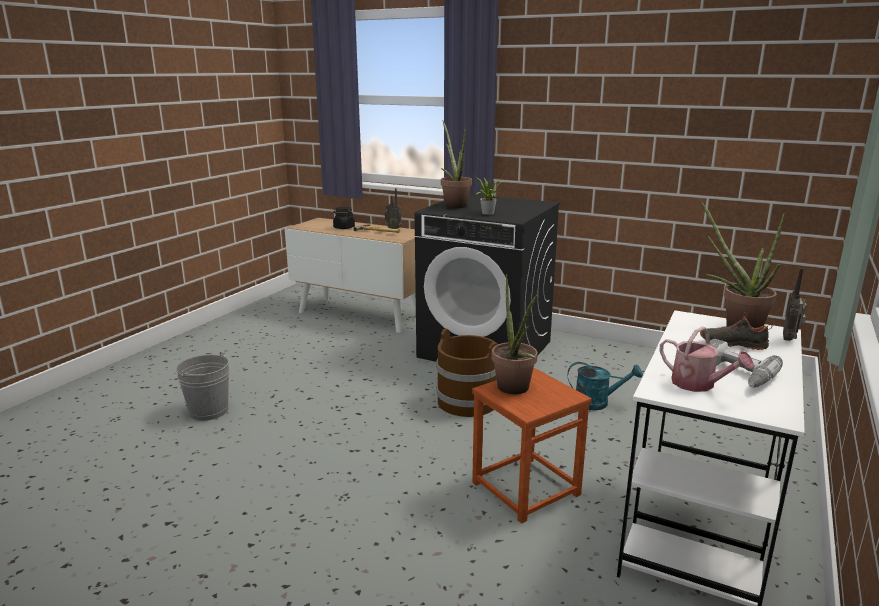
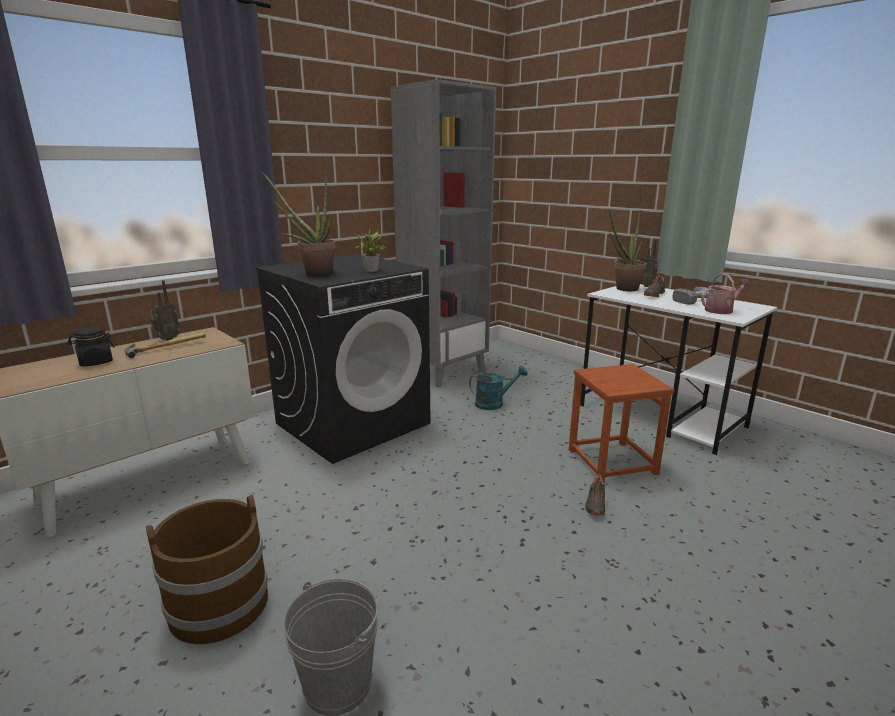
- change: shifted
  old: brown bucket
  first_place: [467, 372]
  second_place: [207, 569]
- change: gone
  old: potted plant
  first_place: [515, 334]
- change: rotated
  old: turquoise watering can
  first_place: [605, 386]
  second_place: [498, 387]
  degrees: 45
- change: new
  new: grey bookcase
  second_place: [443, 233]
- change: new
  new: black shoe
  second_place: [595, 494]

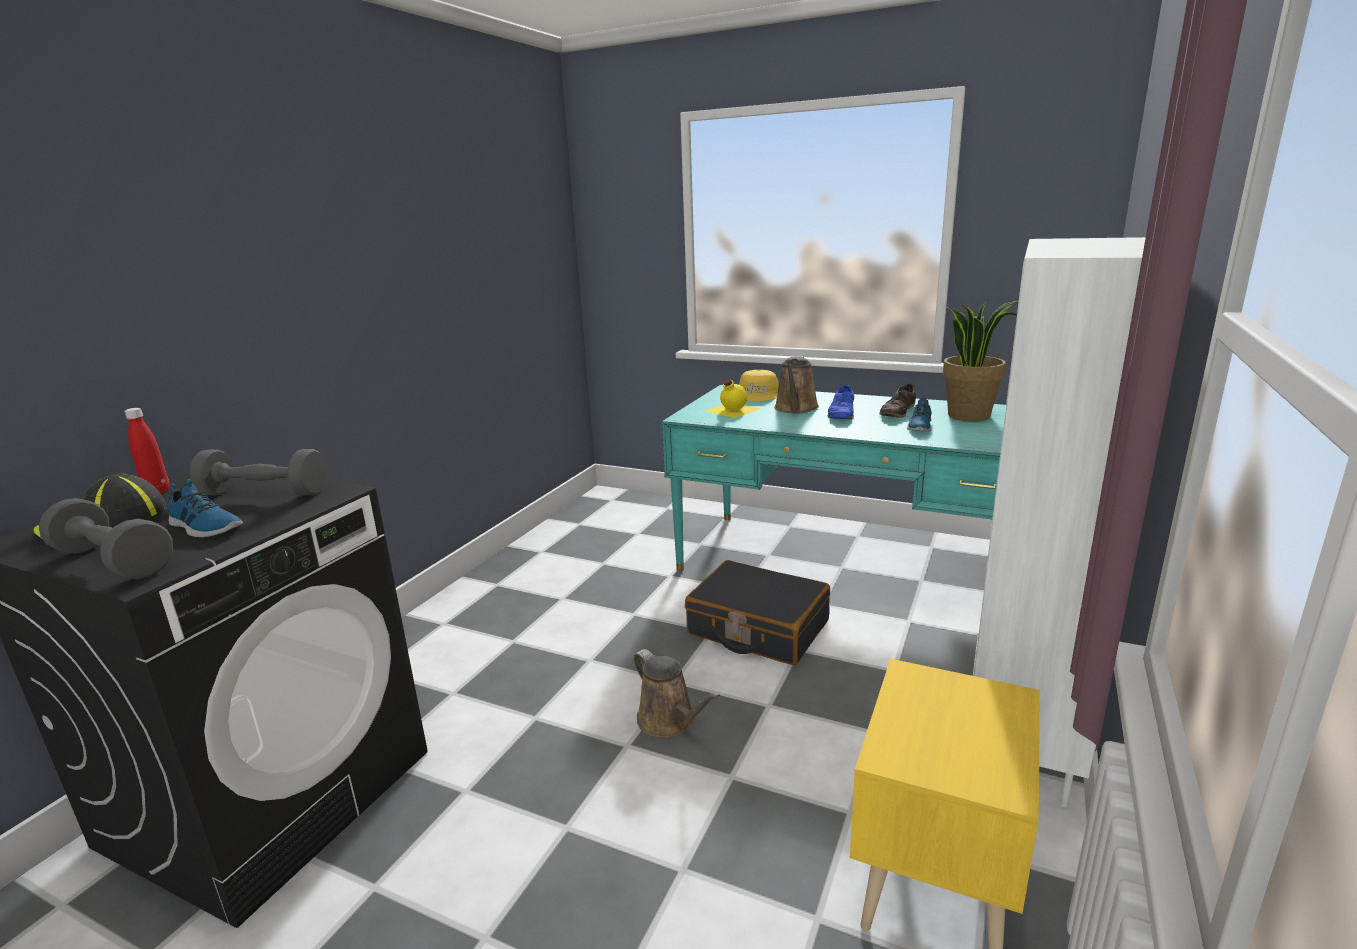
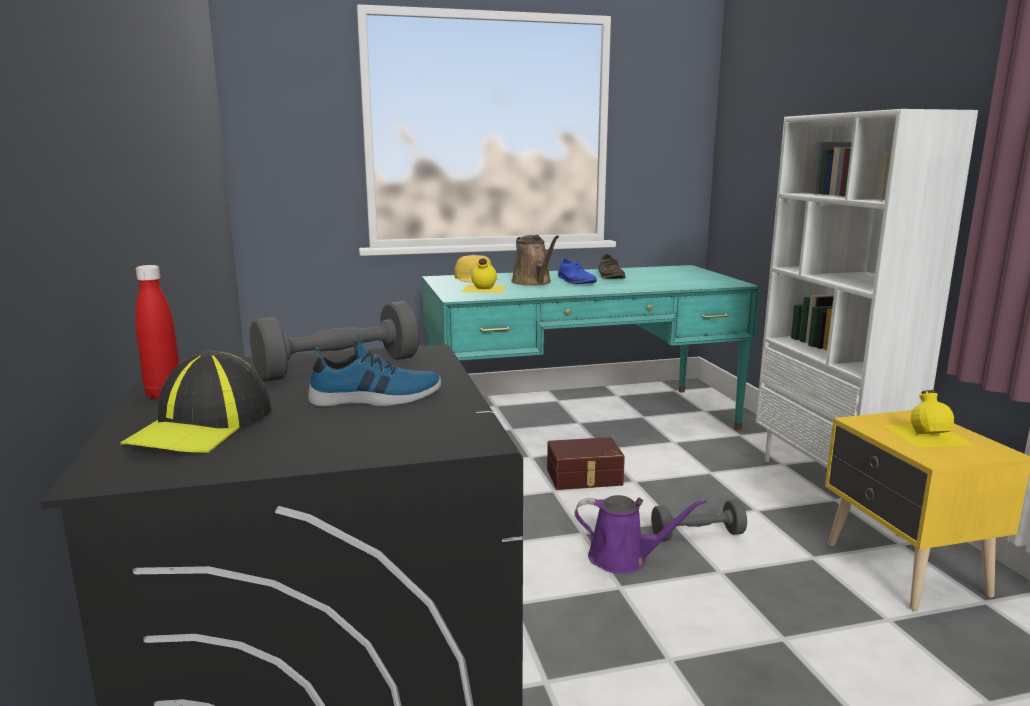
- change: shifted
  old: grey dumbbell
  first_place: [106, 538]
  second_place: [699, 520]
- change: repainted
  old: brown watering can
  new: purple watering can
  first_place: [676, 693]
  second_place: [641, 534]
- change: swapped
  old: black suitcase
  new: brown storage box
  first_place: [757, 612]
  second_place: [586, 463]
- change: gone
  old: shoe
  first_place: [919, 414]
- change: gone
  old: potted plant
  first_place: [981, 360]
- change: new
  new: yellow bottle
  second_place: [928, 418]

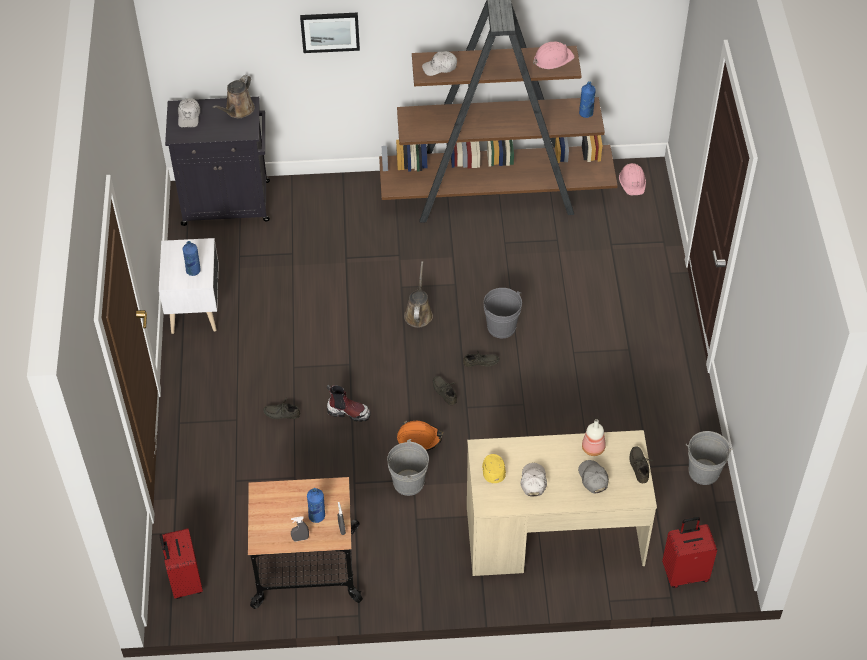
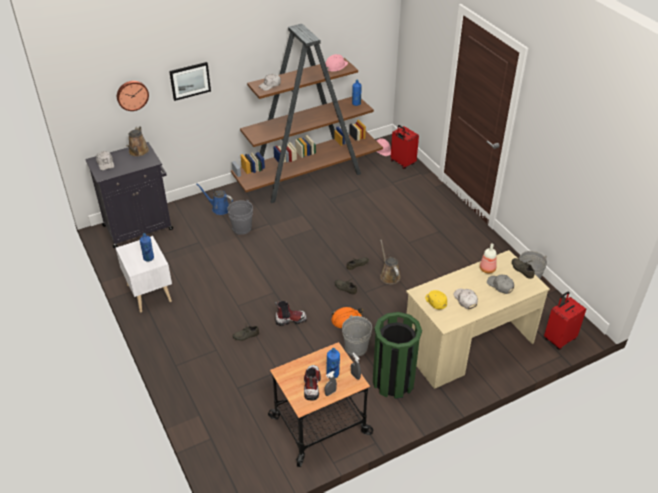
- change: shifted
  old: red suitcase
  first_place: [181, 563]
  second_place: [405, 147]
- change: shifted
  old: brown watering can
  first_place: [418, 294]
  second_place: [390, 262]
- change: shifted
  old: grey bucket
  first_place: [503, 313]
  second_place: [240, 217]
- change: new
  new: wall clock
  second_place: [133, 96]
- change: new
  new: blue watering can
  second_place: [214, 199]
- change: new
  new: boot
  second_place: [312, 382]
- change: new
  new: green trash can
  second_place: [397, 355]

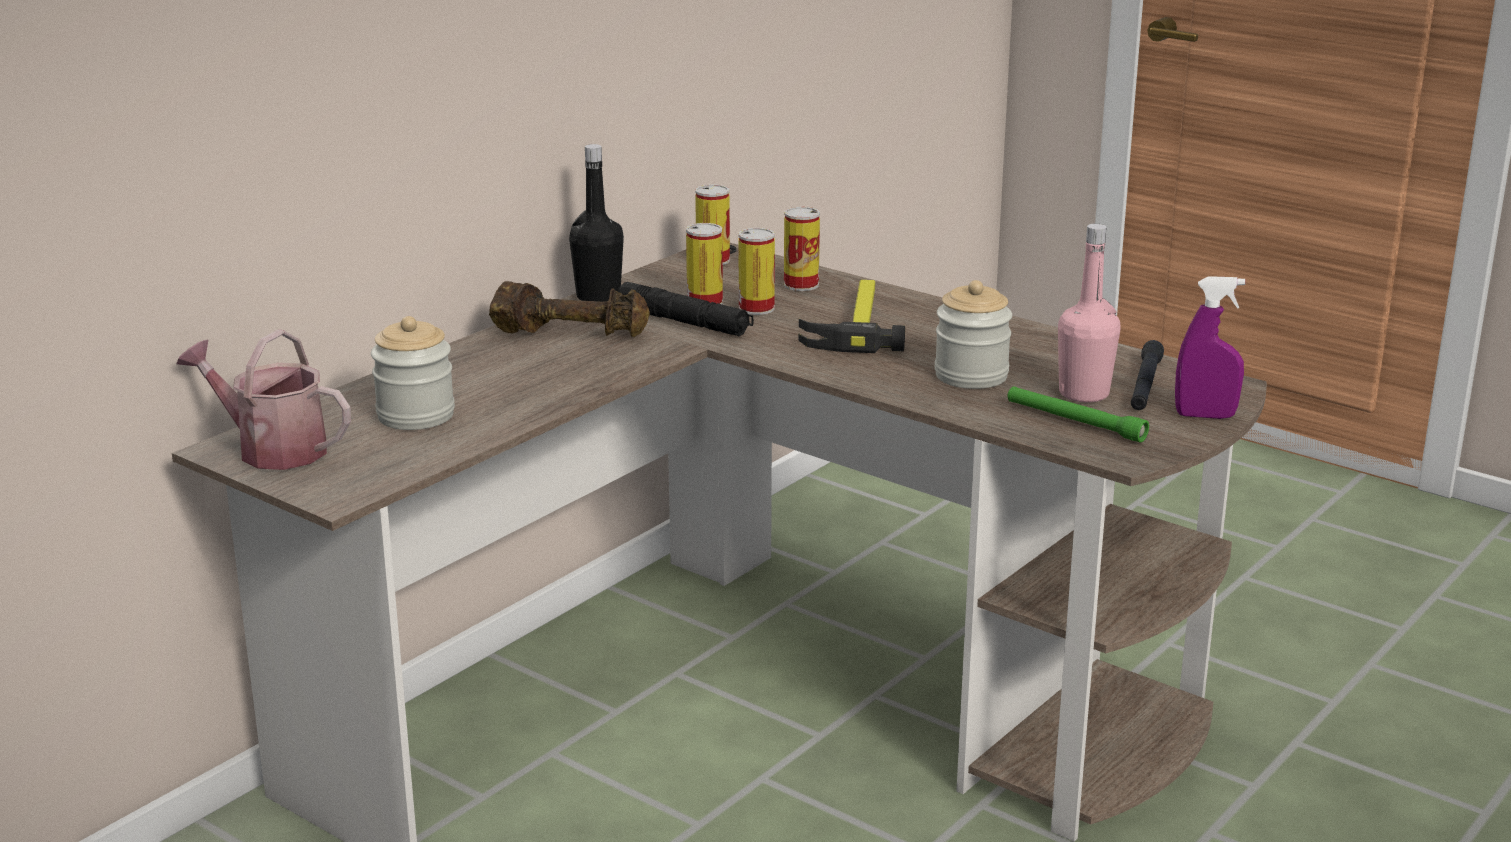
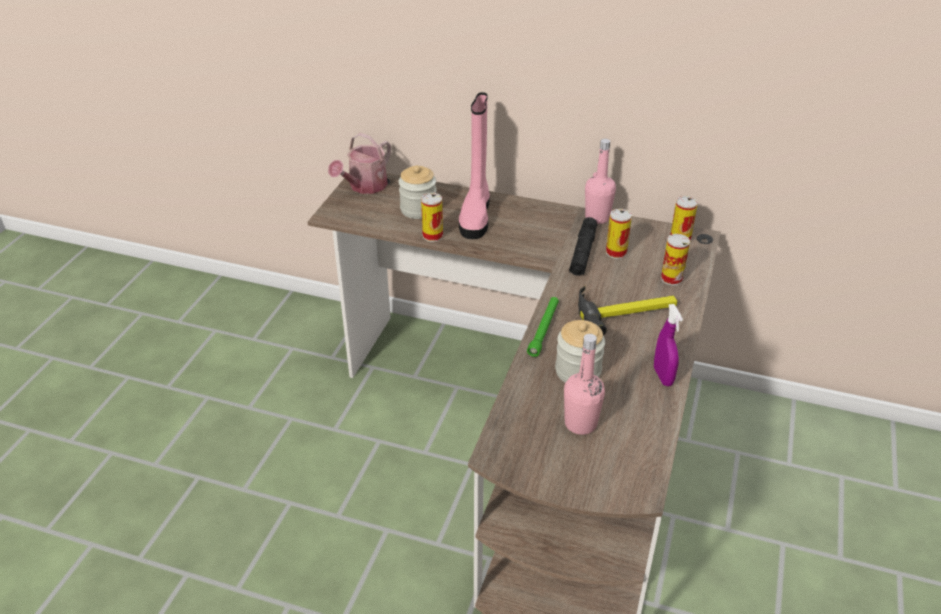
- change: rotated
  old: watering can
  first_place: [263, 399]
  second_place: [359, 163]
  degrees: -150
- change: gone
  old: brown dumbbell
  first_place: [569, 309]
- change: repainted
  old: black bottle
  new: pink bottle
  first_place: [596, 223]
  second_place: [600, 181]
- change: shifted
  old: can
  first_place: [757, 271]
  second_place: [432, 217]
- change: shifted
  old: green flashlight
  first_place: [1078, 414]
  second_place: [543, 327]
- change: gone
  old: black flashlight
  first_place: [1147, 375]
- change: shifted
  old: purple spray bottle
  first_place: [1210, 347]
  second_place: [668, 345]
- change: new
  new: pink boot
  second_place: [474, 165]

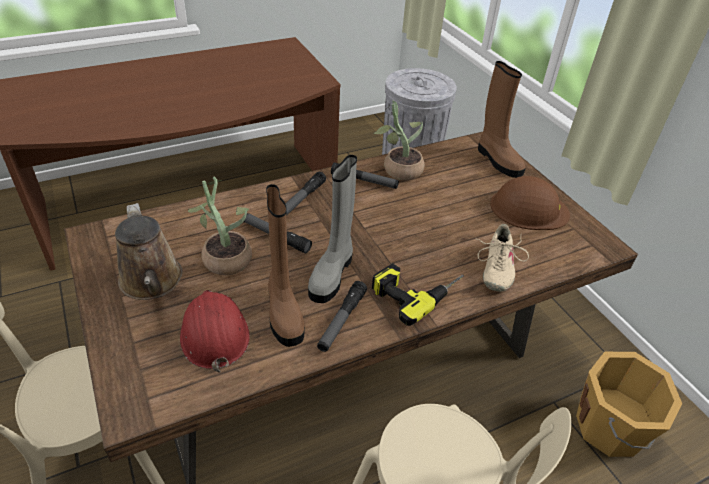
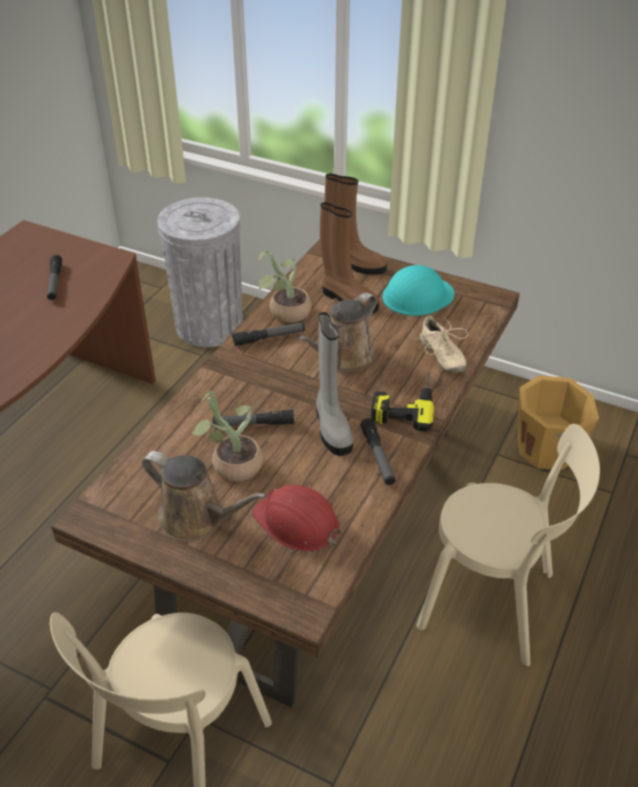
- change: shifted
  old: brown boot
  first_place: [285, 265]
  second_place: [349, 258]
- change: shifted
  old: flashlight
  first_place: [306, 194]
  second_place: [54, 277]
- change: repainted
  old: brown hard hat
  new: turquoise hard hat
  first_place: [530, 203]
  second_place: [418, 290]
- change: new
  new: brown watering can
  second_place: [337, 332]

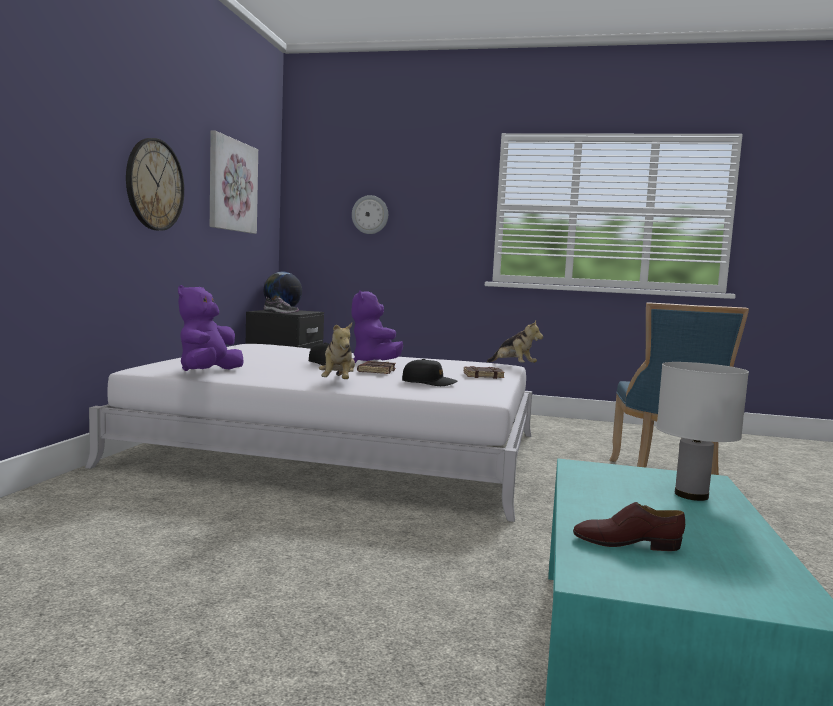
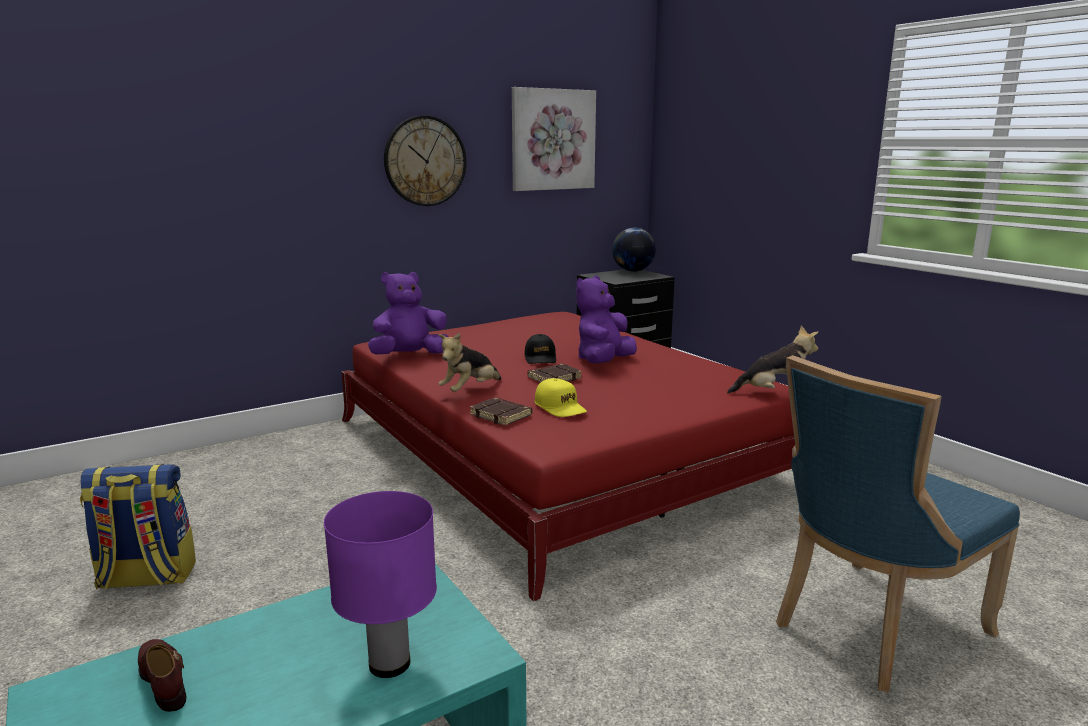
- change: repainted
  old: white bed
  new: red bed
  first_place: [308, 433]
  second_place: [568, 456]
- change: gone
  old: shoe
  first_place: [281, 304]
- change: gone
  old: wall clock
  first_place: [370, 214]
- change: repainted
  old: black cap
  new: yellow cap
  first_place: [429, 372]
  second_place: [561, 397]
- change: shifted
  old: brown book
  first_place: [484, 372]
  second_place: [500, 411]
- change: rotated
  old: plush toy
  first_place: [515, 342]
  second_place: [772, 359]
  degrees: -90
- change: repainted
  old: white table lamp
  new: purple table lamp
  first_place: [702, 431]
  second_place: [380, 584]
- change: new
  new: backpack
  second_place: [138, 526]

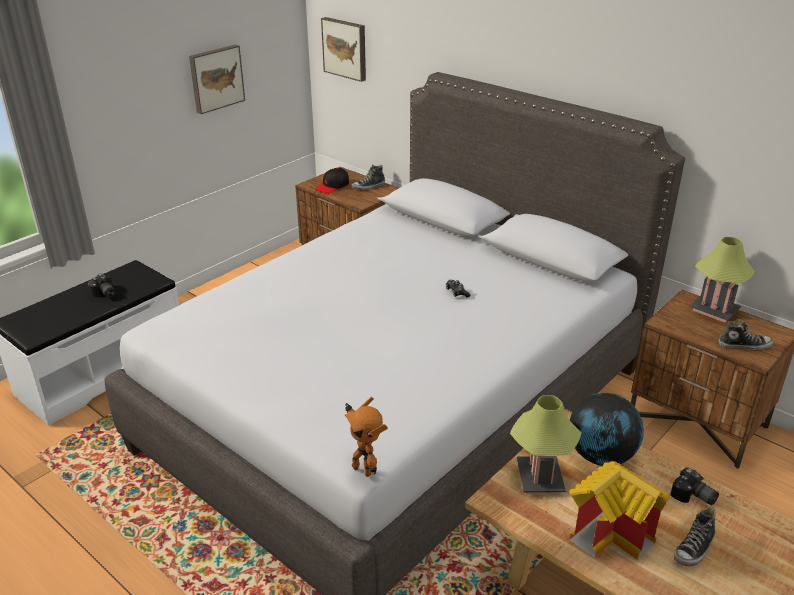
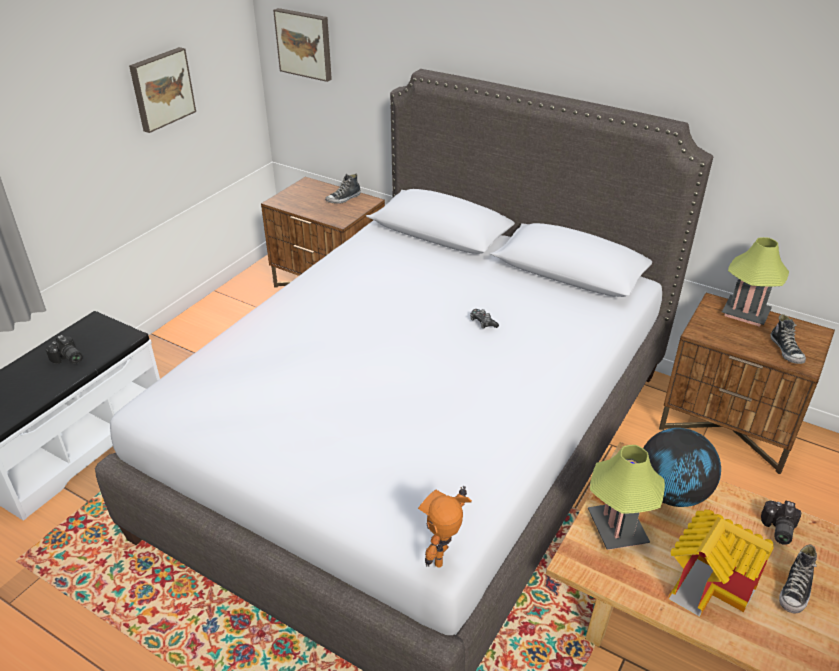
- change: gone
  old: black cap
  first_place: [332, 181]
- change: rotated
  old: toy robot
  first_place: [366, 437]
  second_place: [445, 526]
  degrees: 75
- change: rotated
  old: photo camera
  first_place: [694, 486]
  second_place: [781, 523]
  degrees: 75
- change: rotated
  old: shoe
  first_place: [746, 334]
  second_place: [788, 339]
  degrees: 90

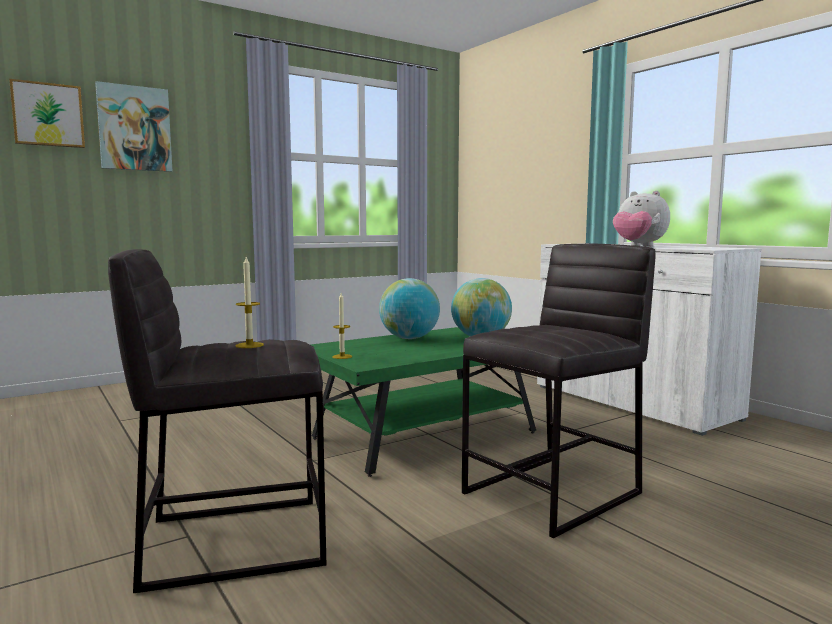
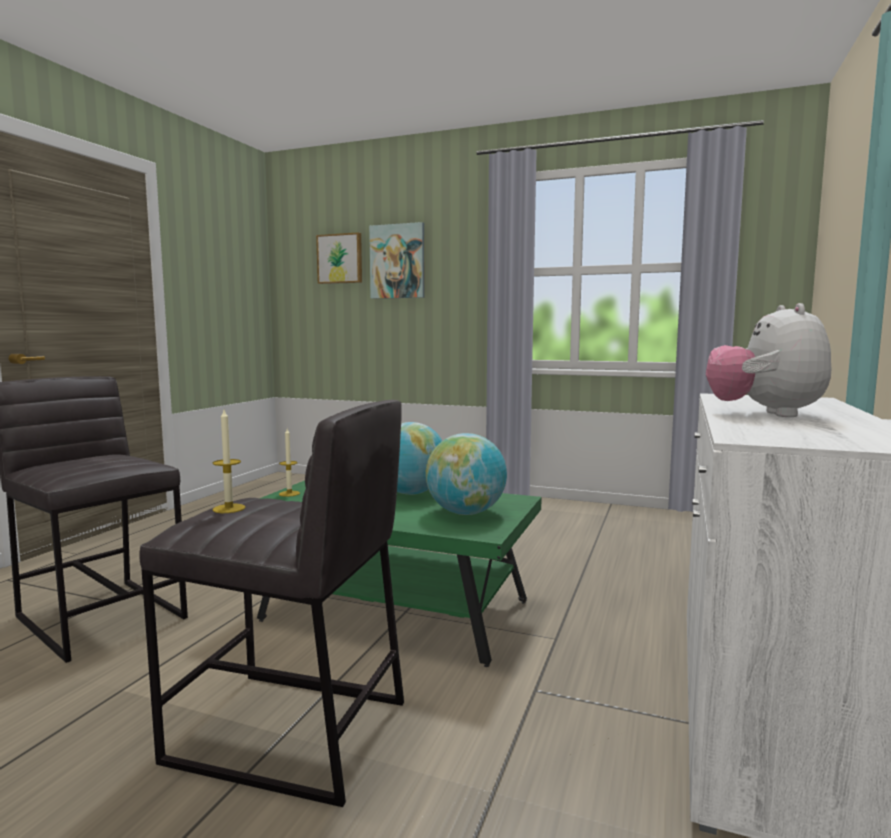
- change: shifted
  old: candle
  first_place: [249, 302]
  second_place: [229, 461]

